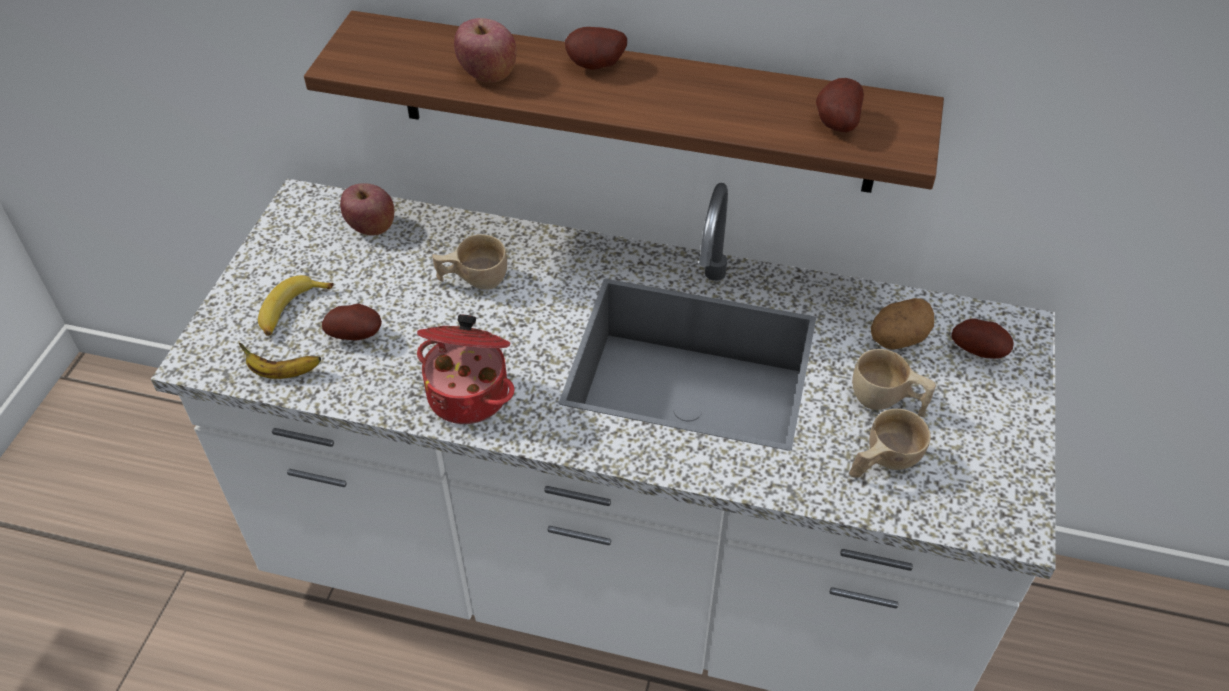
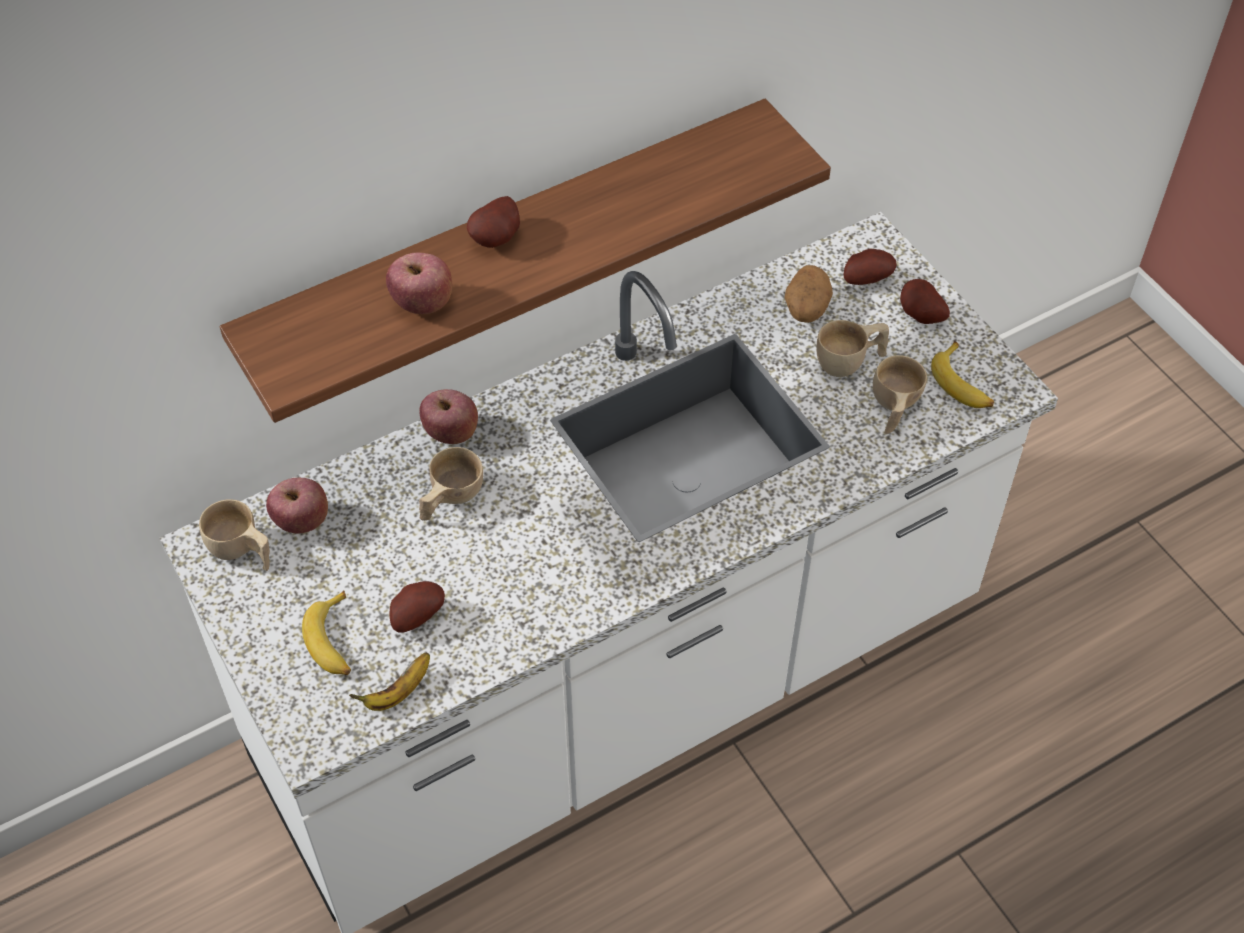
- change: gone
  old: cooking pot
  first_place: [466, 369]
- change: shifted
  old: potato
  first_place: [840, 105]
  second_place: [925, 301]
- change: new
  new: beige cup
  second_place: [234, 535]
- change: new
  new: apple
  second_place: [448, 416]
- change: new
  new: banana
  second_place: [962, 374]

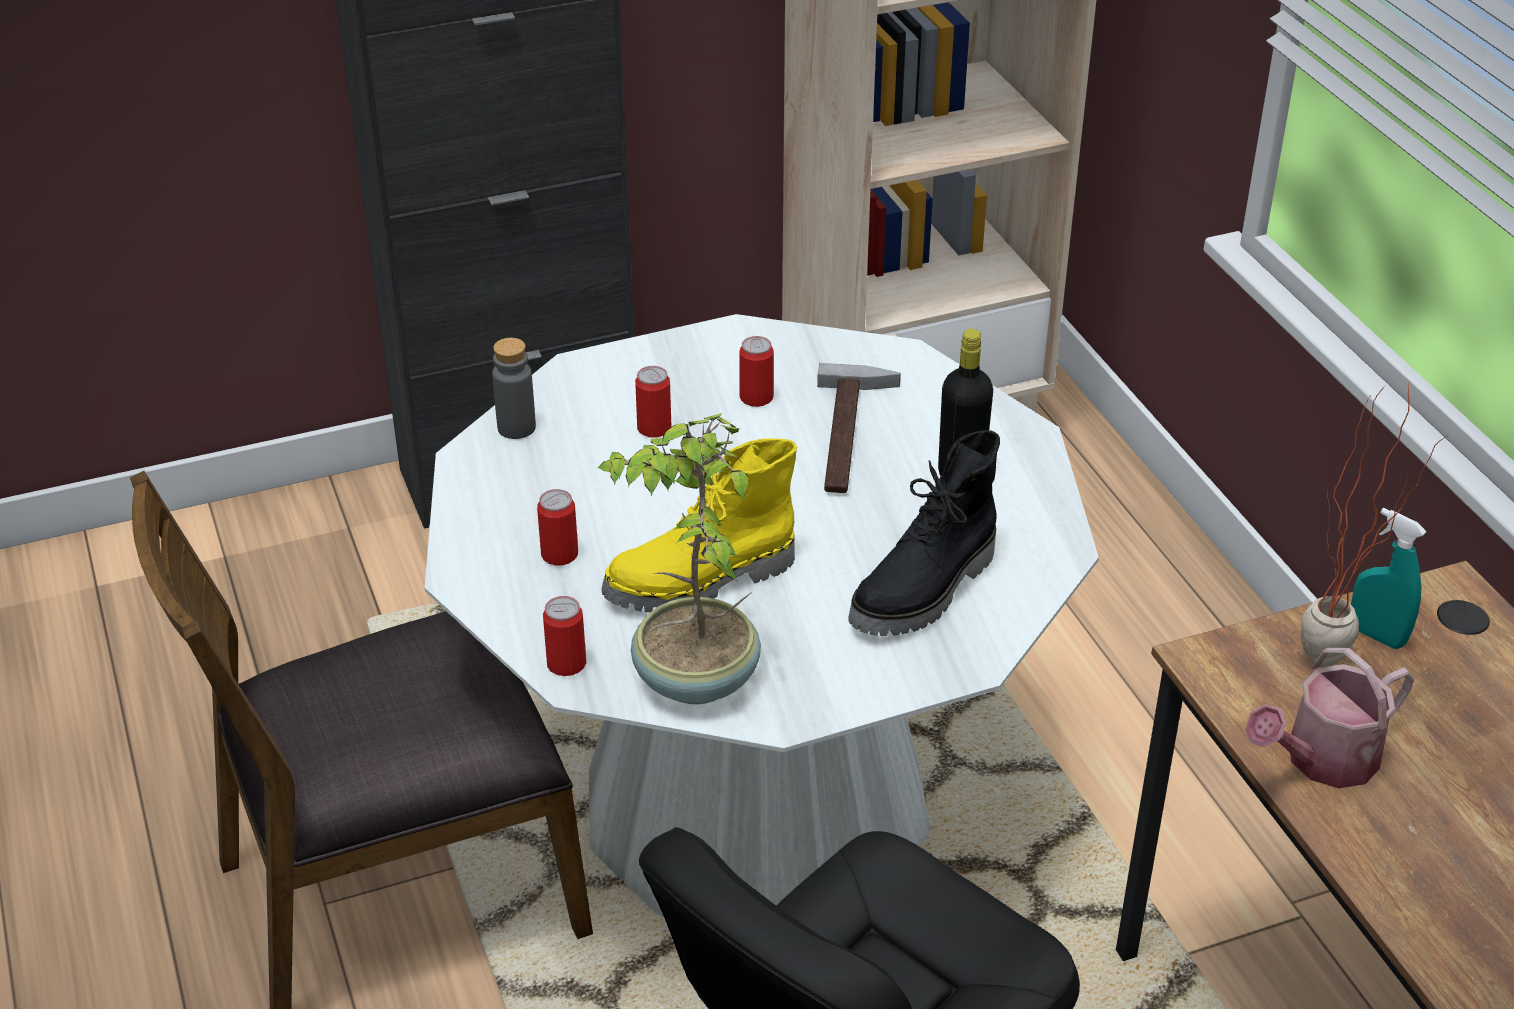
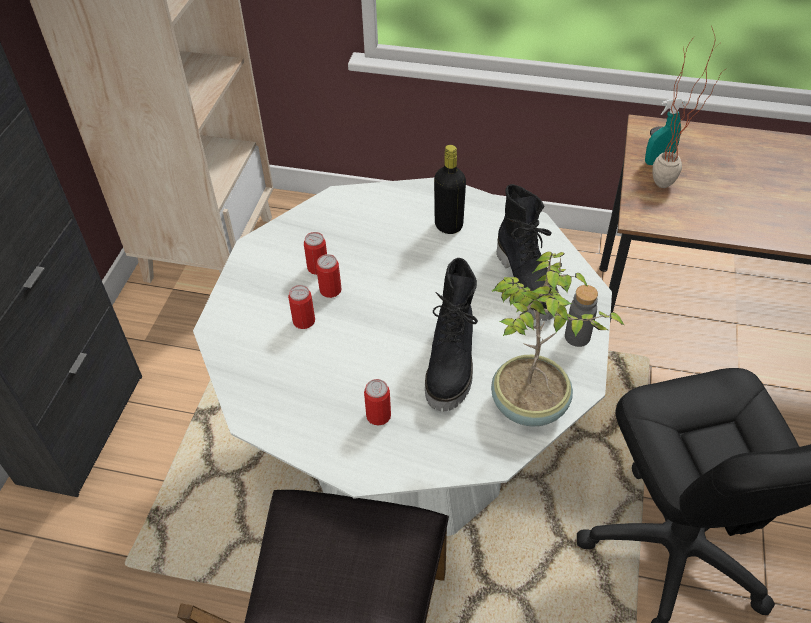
- change: shifted
  old: grey bottle
  first_place: [514, 388]
  second_place: [581, 316]
- change: shifted
  old: can
  first_place: [564, 636]
  second_place: [328, 276]
- change: repainted
  old: yellow boot
  new: black boot
  first_place: [699, 525]
  second_place: [451, 335]
- change: gone
  old: hammer
  first_place: [859, 428]
- change: gone
  old: watering can
  first_place: [1329, 718]

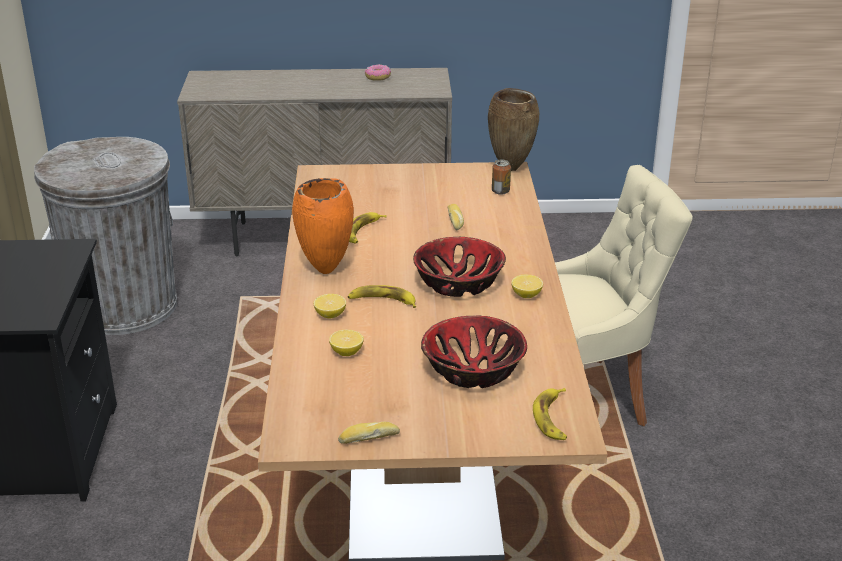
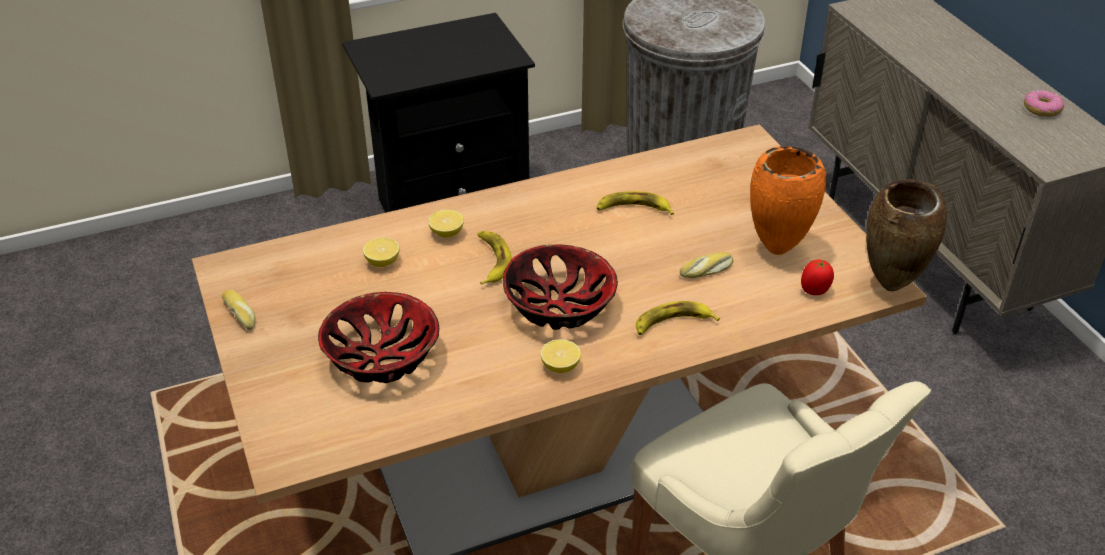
- change: shifted
  old: orange vase
  first_place: [323, 226]
  second_place: [788, 200]
- change: swapped
  old: can
  new: tomato
  first_place: [501, 177]
  second_place: [817, 277]
- change: shifted
  old: banana
  first_place: [550, 414]
  second_place: [678, 318]

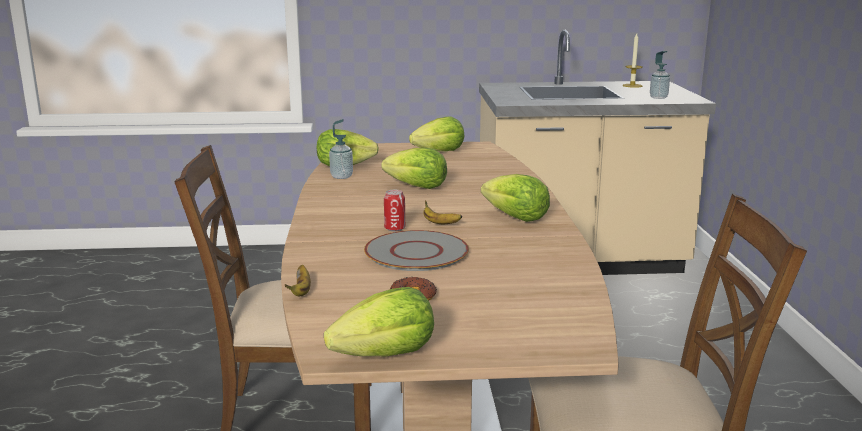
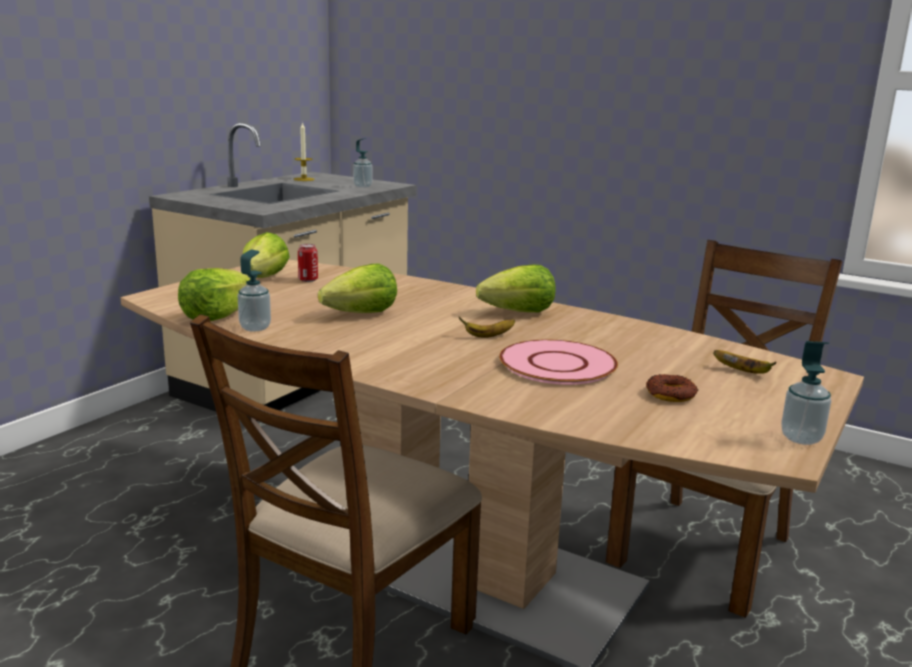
- change: shifted
  old: banana
  first_place: [298, 280]
  second_place: [744, 362]
- change: swapped
  old: lettuce
  new: soap dispenser
  first_place: [379, 321]
  second_place: [806, 393]
- change: repainted
  old: grey plate
  new: pink plate
  first_place: [416, 250]
  second_place: [558, 362]
- change: shifted
  old: can
  first_place: [394, 210]
  second_place: [308, 263]

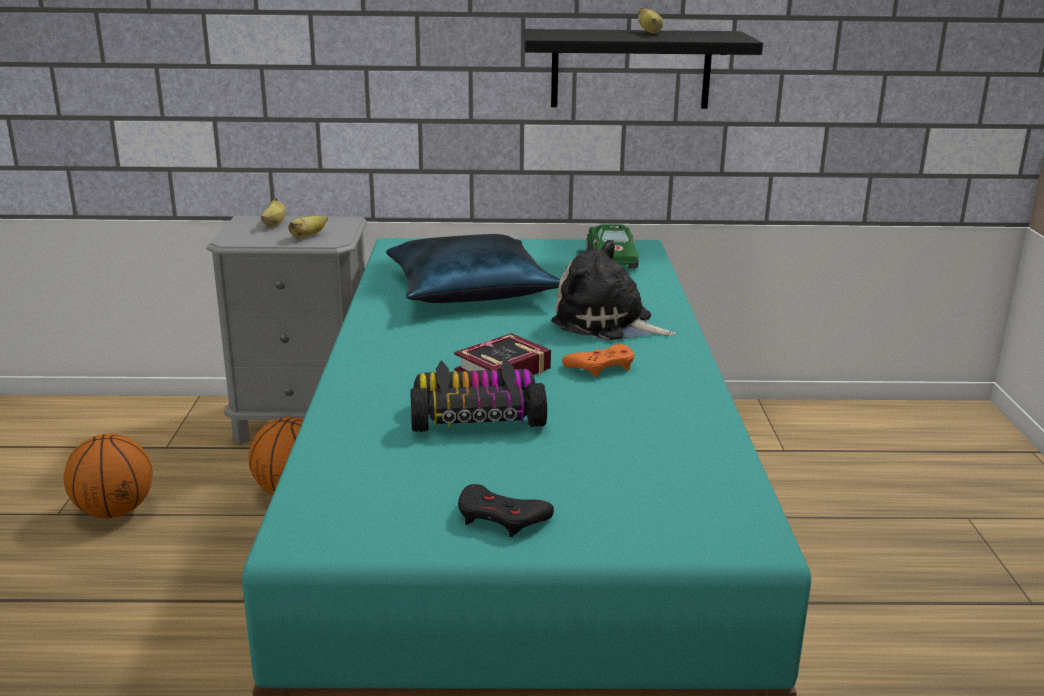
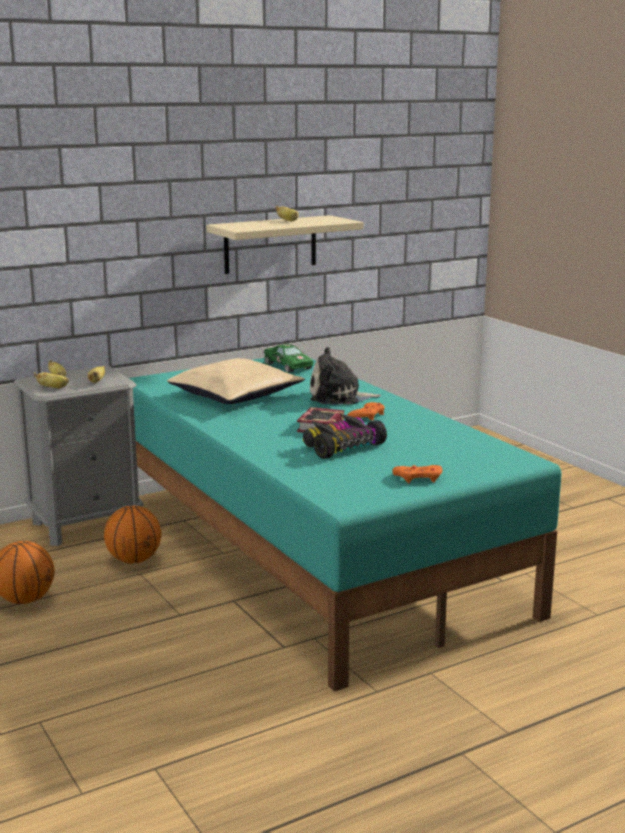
- change: repainted
  old: blue pillow
  new: beige pillow
  first_place: [473, 268]
  second_place: [236, 381]
- change: repainted
  old: black game controller
  new: orange game controller
  first_place: [506, 510]
  second_place: [417, 474]
- change: repainted
  old: black shelf
  new: beige shelf
  first_place: [643, 69]
  second_place: [284, 244]
- change: new
  new: banana
  second_place: [51, 380]

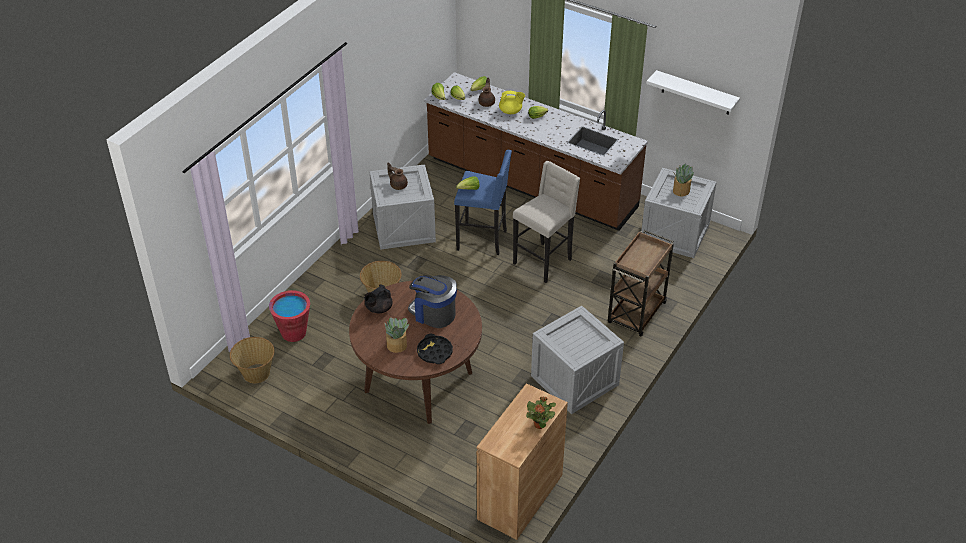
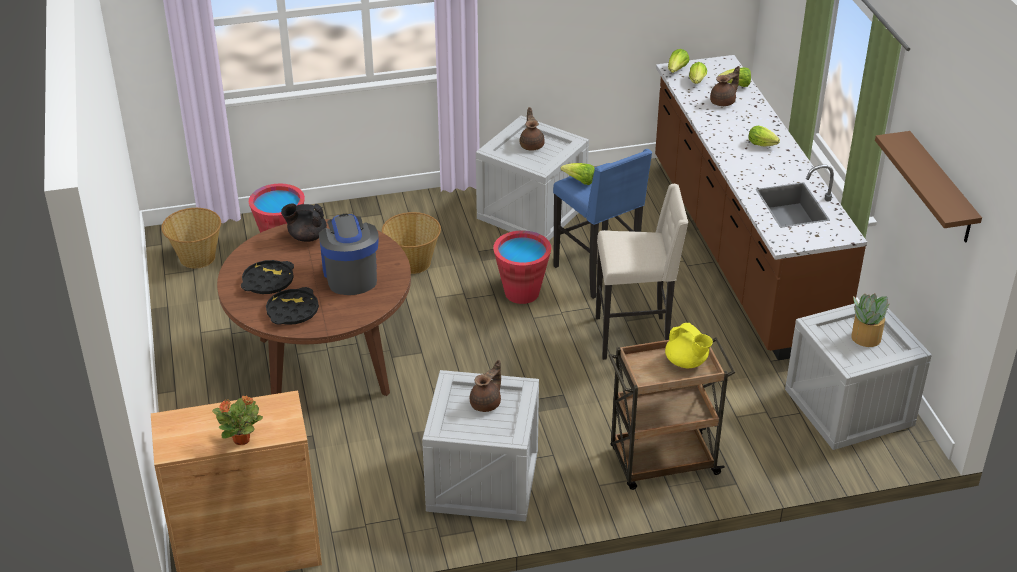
- change: swapped
  old: potted plant
  new: black tray
  first_place: [396, 335]
  second_place: [267, 277]
- change: shifted
  old: yellow teapot
  first_place: [512, 102]
  second_place: [689, 345]
- change: repainted
  old: white shelf
  new: brown shelf
  first_place: [693, 92]
  second_place: [928, 187]
- change: new
  new: brown teapot
  second_place: [485, 386]
- change: new
  new: red bucket
  second_place: [522, 267]

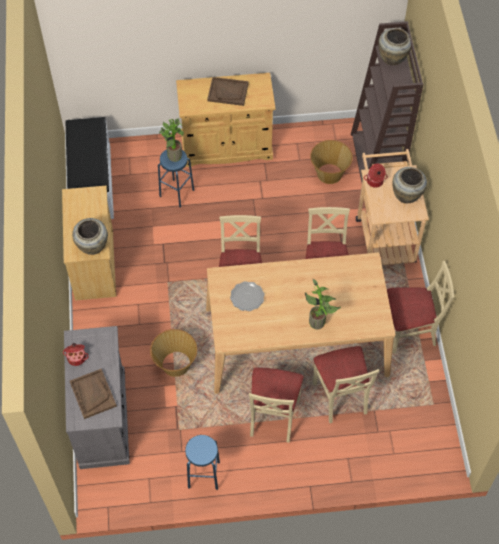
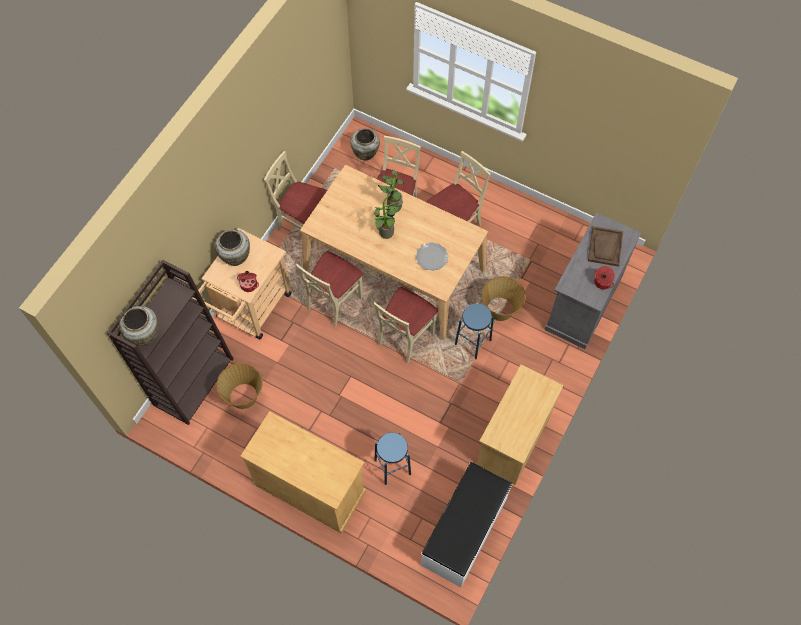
- change: shifted
  old: beige vase
  first_place: [90, 236]
  second_place: [365, 144]
- change: shifted
  old: potted plant
  first_place: [171, 140]
  second_place: [388, 217]
- change: shifted
  old: blue stool
  first_place: [202, 462]
  second_place: [474, 331]
- change: gone
  old: brown tray
  first_place: [228, 91]

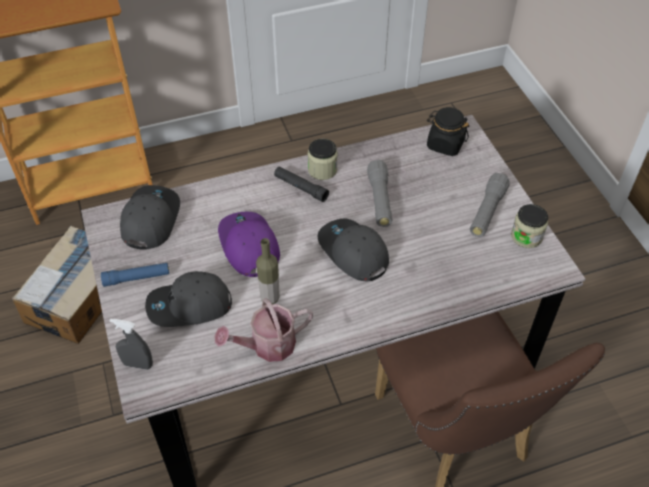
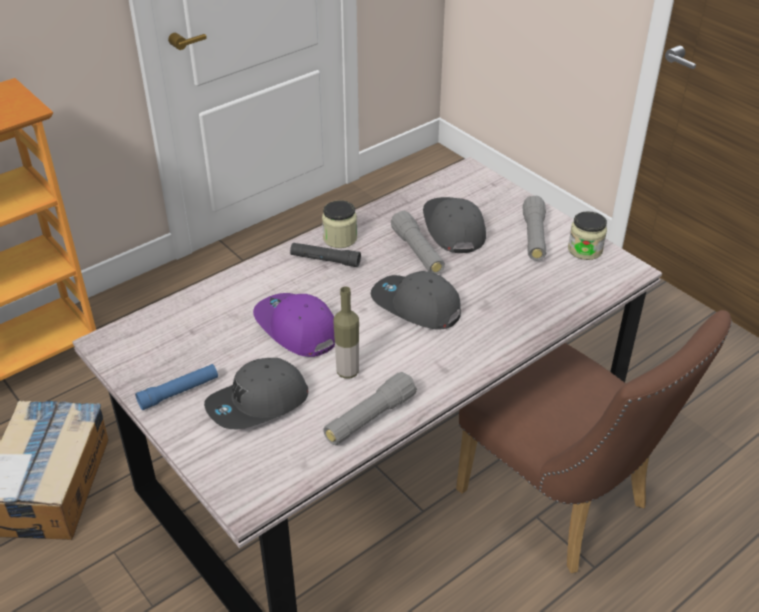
- change: gone
  old: grey spray bottle
  first_place: [131, 344]
- change: shifted
  old: grey cap
  first_place: [150, 217]
  second_place: [454, 225]
- change: swapped
  old: watering can
  new: grey flashlight
  first_place: [264, 330]
  second_place: [370, 408]
- change: gone
  old: black jar
  first_place: [448, 131]

